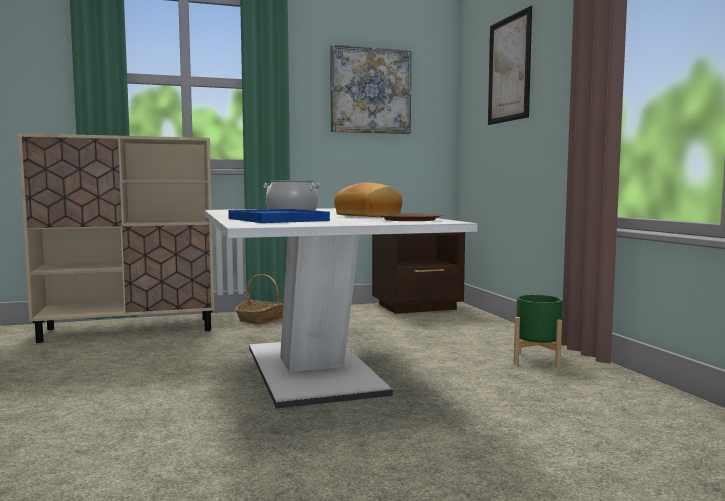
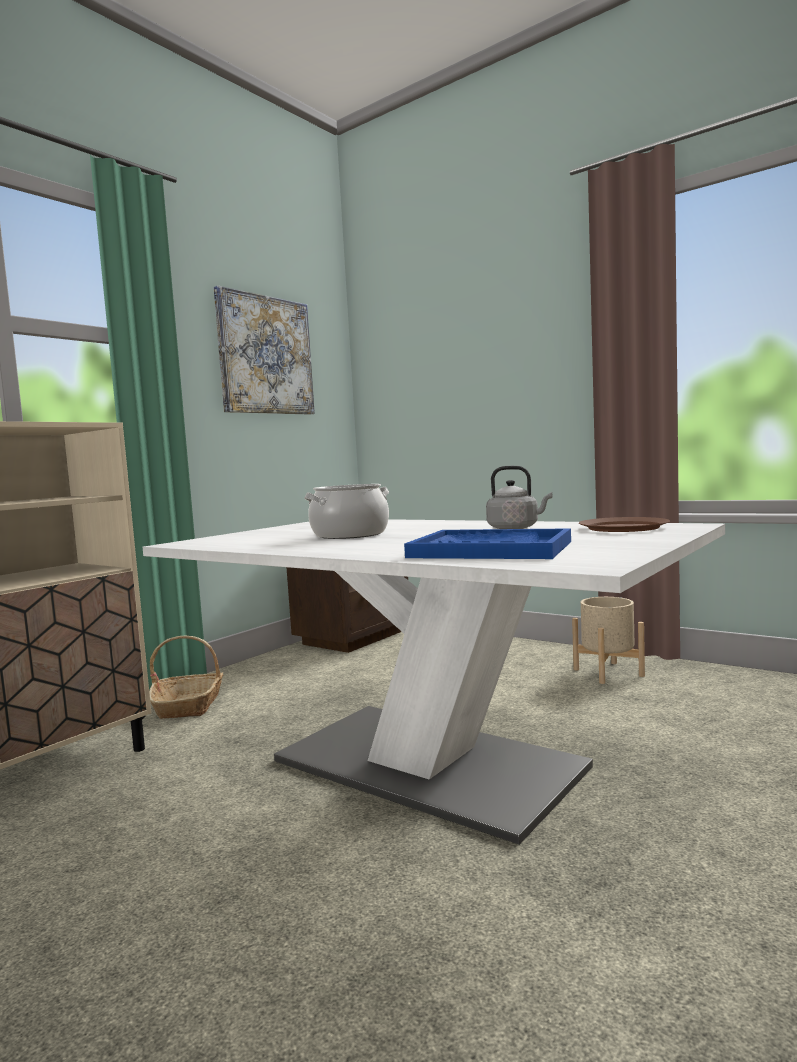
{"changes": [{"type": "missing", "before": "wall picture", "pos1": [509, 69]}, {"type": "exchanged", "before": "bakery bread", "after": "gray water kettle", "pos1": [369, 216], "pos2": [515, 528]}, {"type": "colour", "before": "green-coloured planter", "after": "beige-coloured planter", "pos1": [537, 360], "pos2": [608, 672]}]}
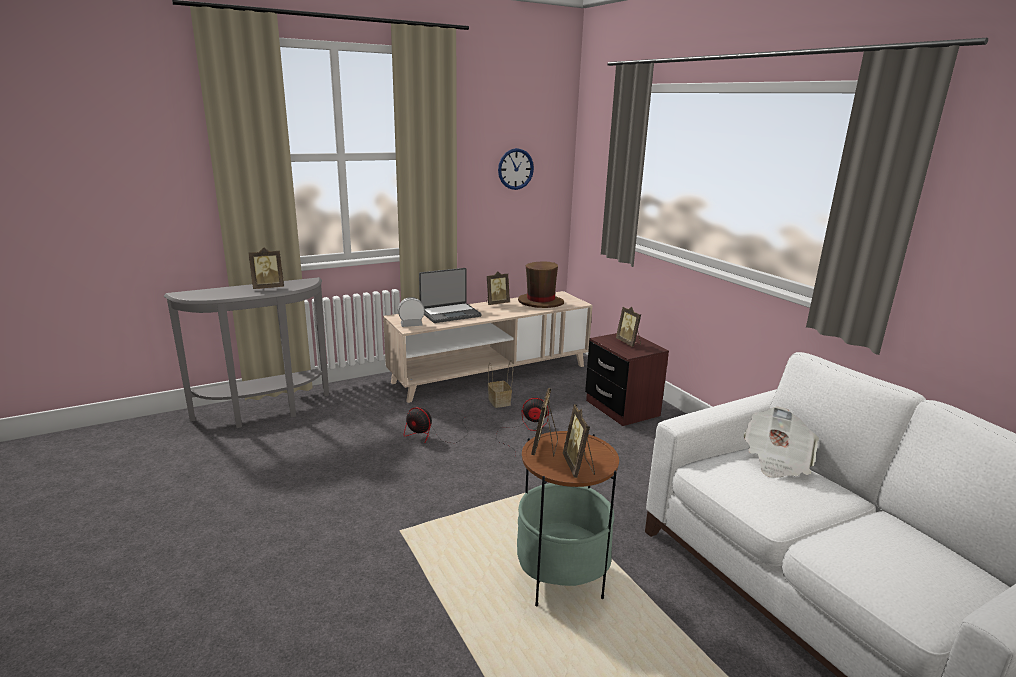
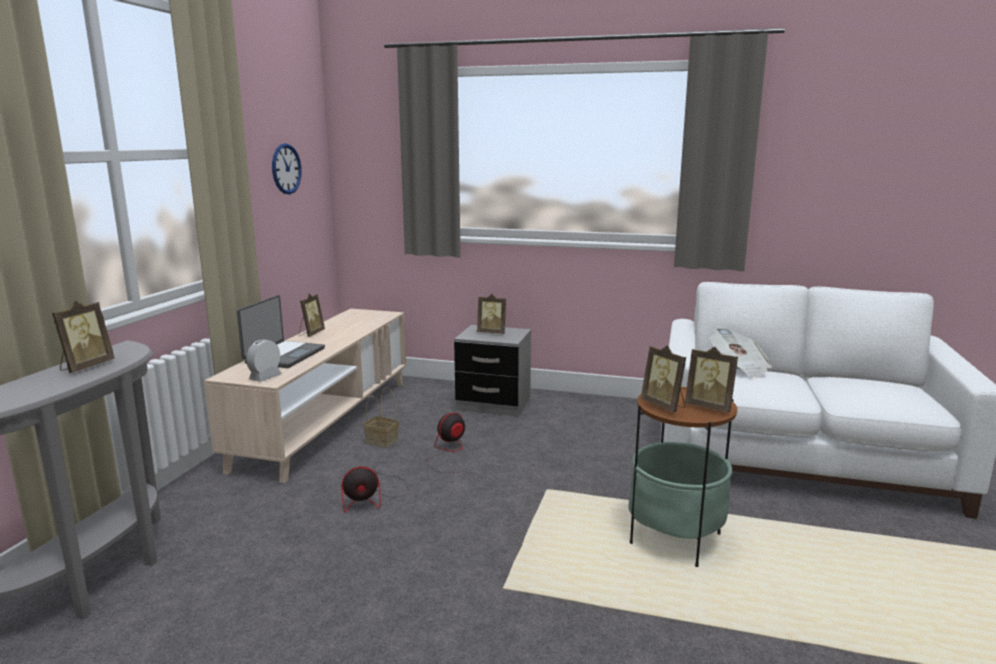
{"changes": [{"type": "missing", "before": "brown-coloured hat", "pos1": [540, 302]}, {"type": "colour", "before": "brown-coloured bedside table", "after": "gray bedside table", "pos1": [622, 408], "pos2": [493, 404]}]}
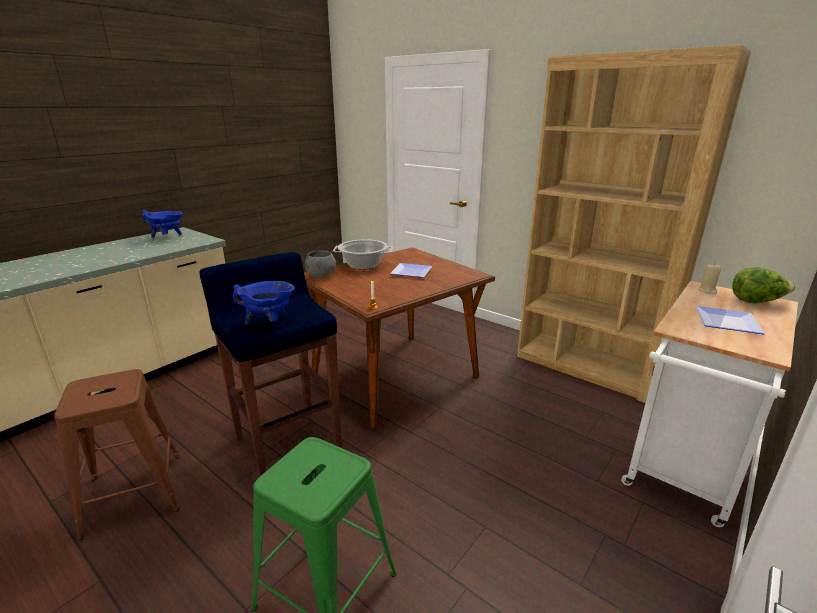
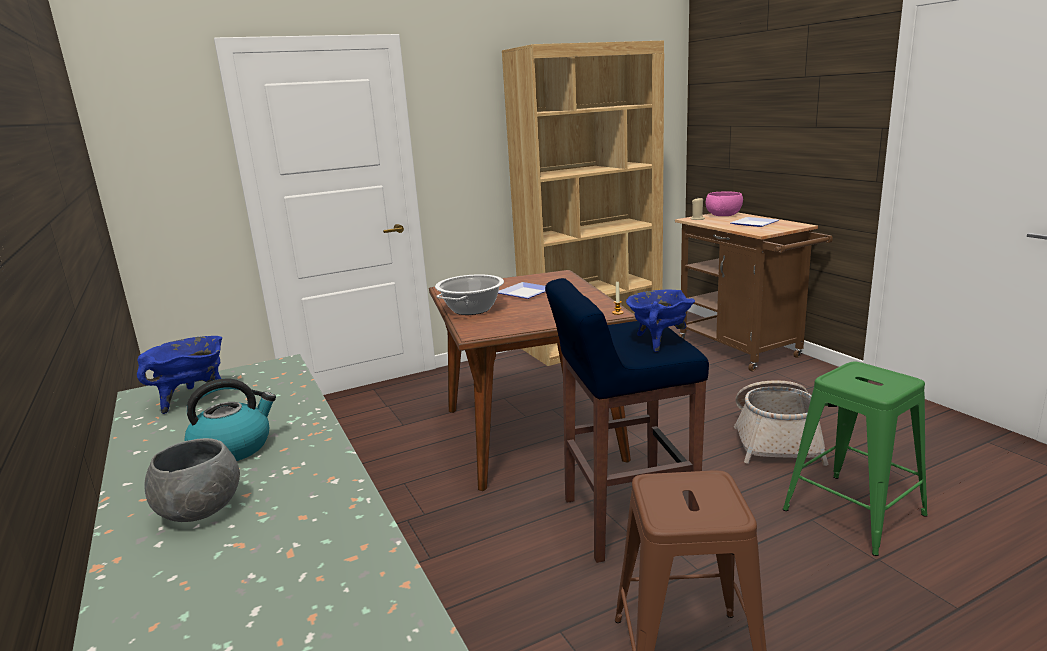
{"changes": [{"type": "relocated", "before": "gray bowl", "pos1": [321, 276], "pos2": [200, 511]}, {"type": "exchanged", "before": "lettuce head", "after": "pinkish bowl", "pos1": [756, 301], "pos2": [723, 215]}, {"type": "colour", "before": "white-coloured trolley", "after": "brown-coloured trolley", "pos1": [683, 471], "pos2": [743, 350]}, {"type": "appeared", "after": "water kettle", "pos2": [233, 448]}, {"type": "appeared", "after": "basket", "pos2": [776, 439]}]}
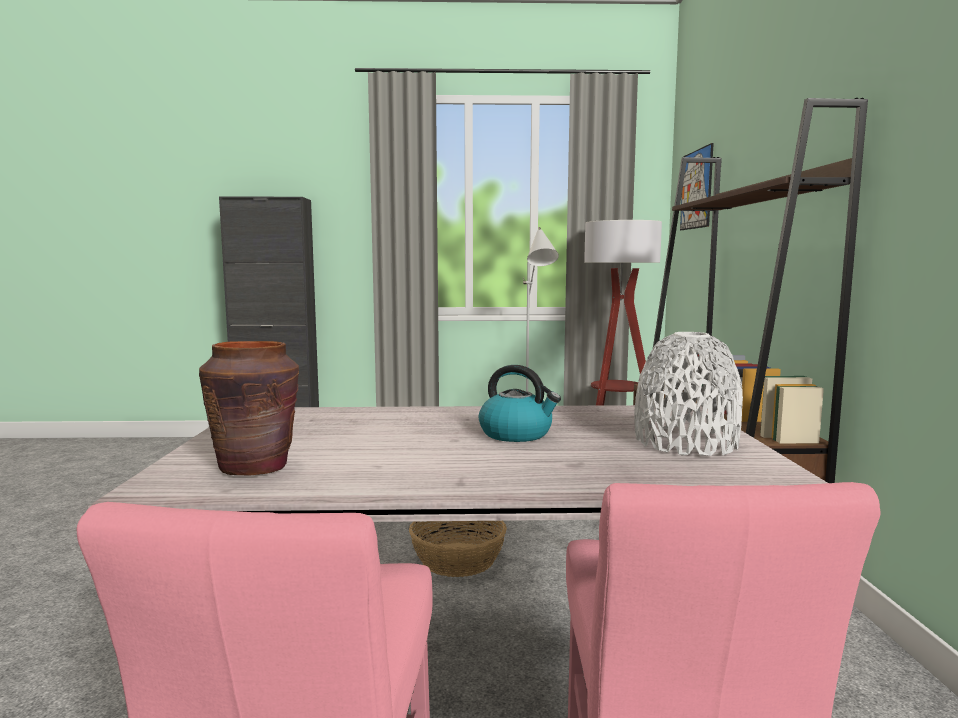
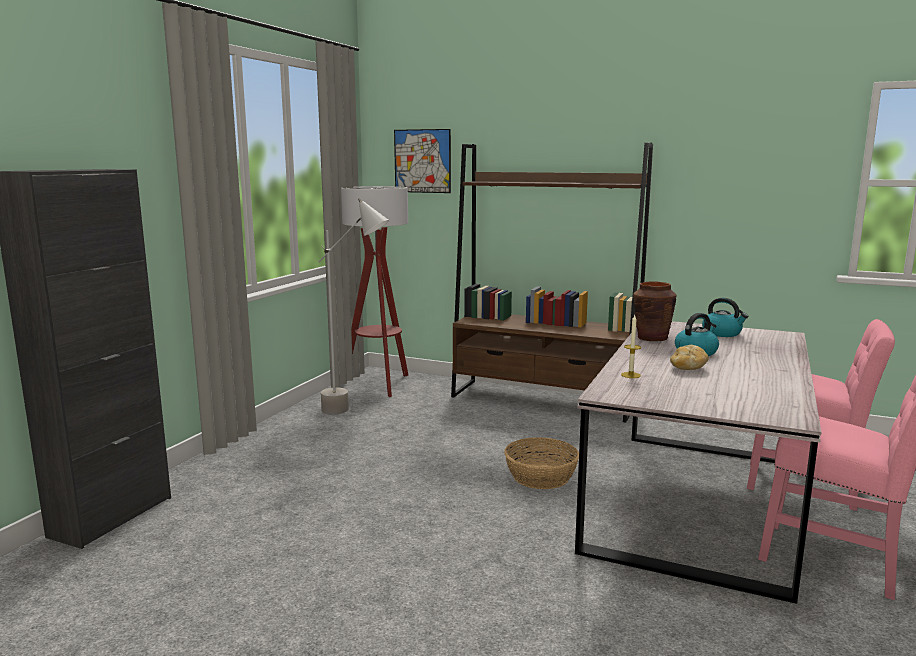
{"changes": [{"type": "exchanged", "before": "white-coloured vase", "after": "water kettle", "pos1": [685, 442], "pos2": [722, 333]}, {"type": "relocated", "before": "brown-coloured vase", "pos1": [254, 467], "pos2": [652, 338]}, {"type": "appeared", "after": "wax candle", "pos2": [630, 375]}, {"type": "appeared", "after": "bakery bread", "pos2": [688, 368]}]}
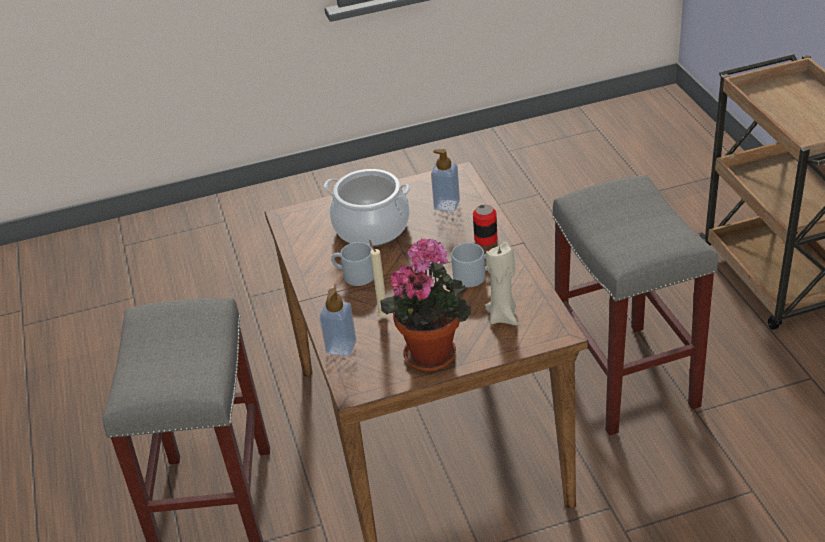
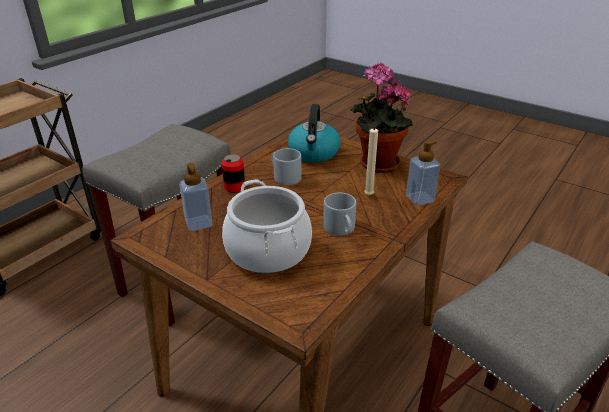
{"changes": [{"type": "exchanged", "before": "beige-coloured wax candle", "after": "water kettle", "pos1": [503, 316], "pos2": [314, 153]}]}
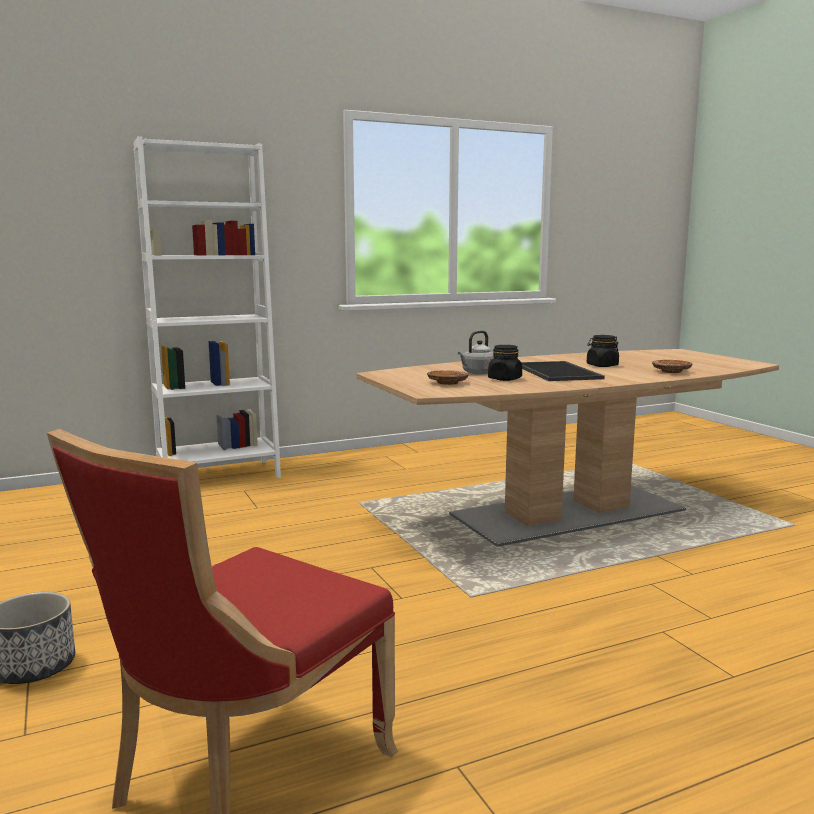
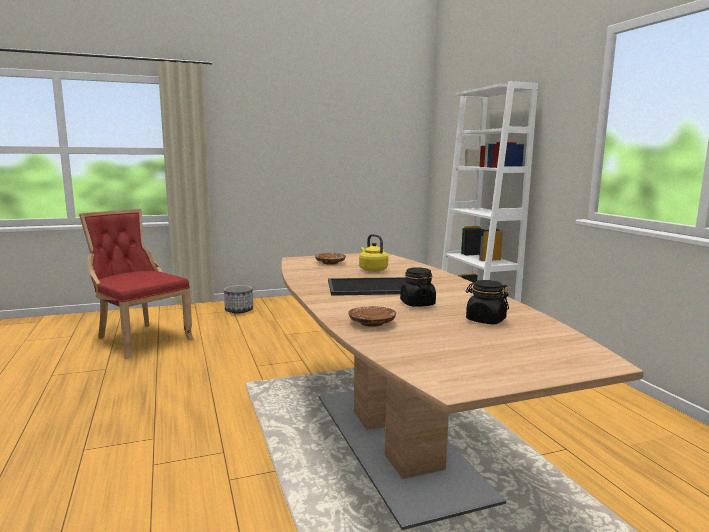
{"changes": [{"type": "colour", "before": "gray water kettle", "after": "yellowish water kettle", "pos1": [477, 373], "pos2": [372, 270]}, {"type": "relocated", "before": "black-coloured jar", "pos1": [504, 379], "pos2": [485, 320]}]}
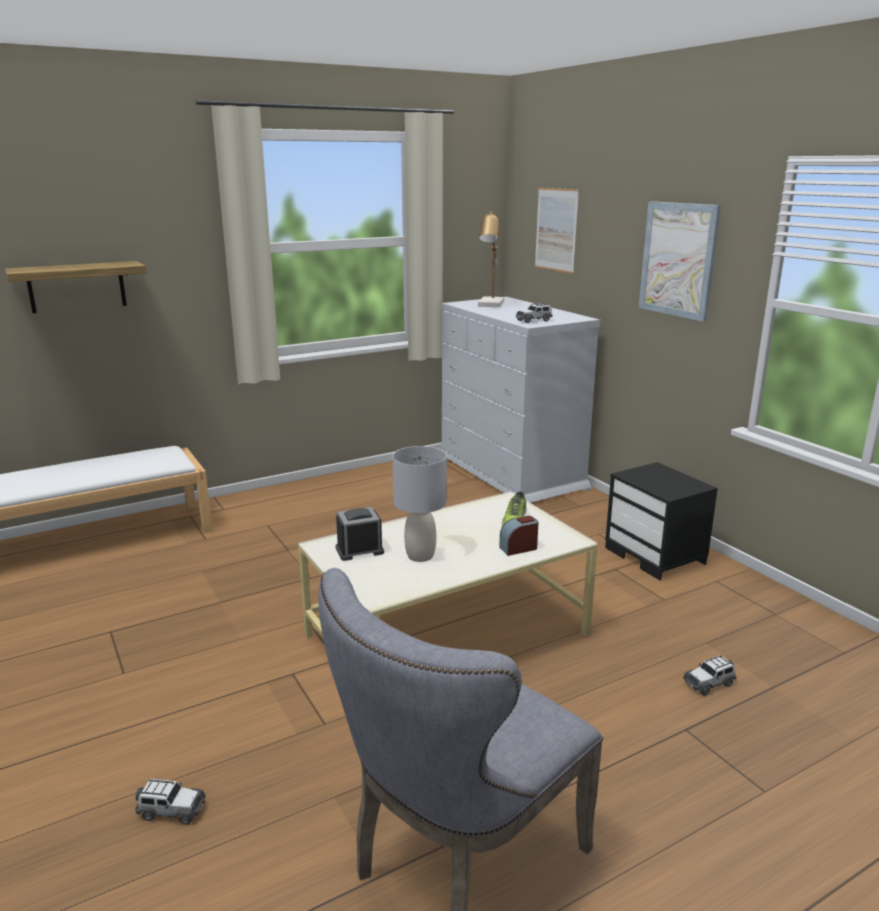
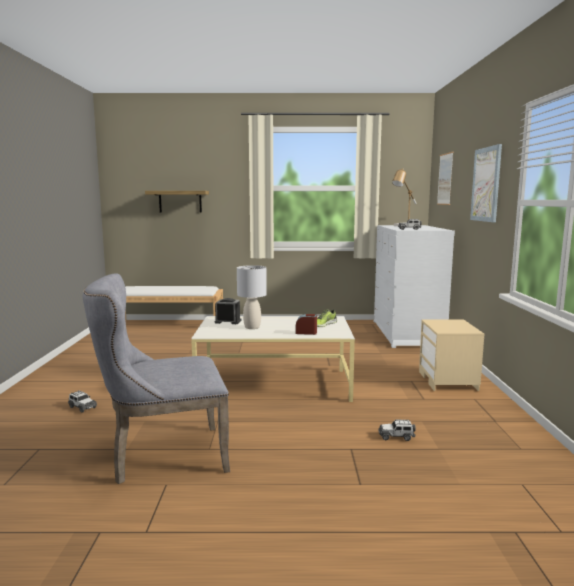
{"changes": [{"type": "colour", "before": "black-coloured bedside table", "after": "beige-coloured bedside table", "pos1": [656, 556], "pos2": [448, 381]}]}
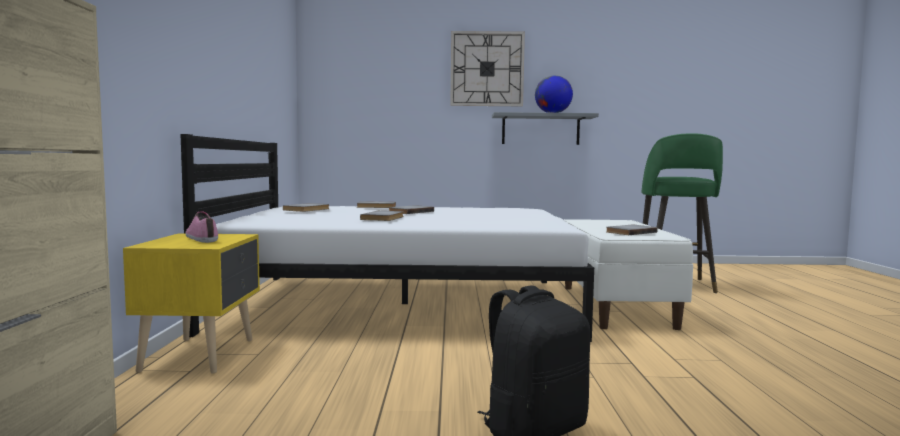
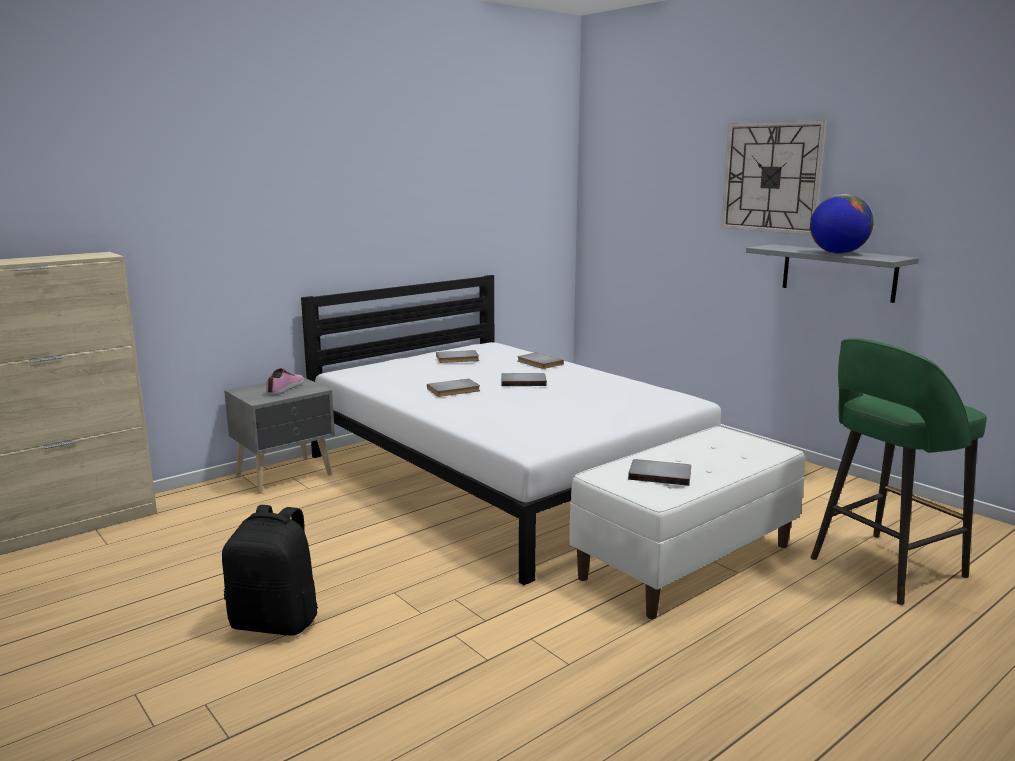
{"changes": [{"type": "colour", "before": "yellowish bedside table", "after": "gray bedside table", "pos1": [202, 354], "pos2": [286, 476]}]}
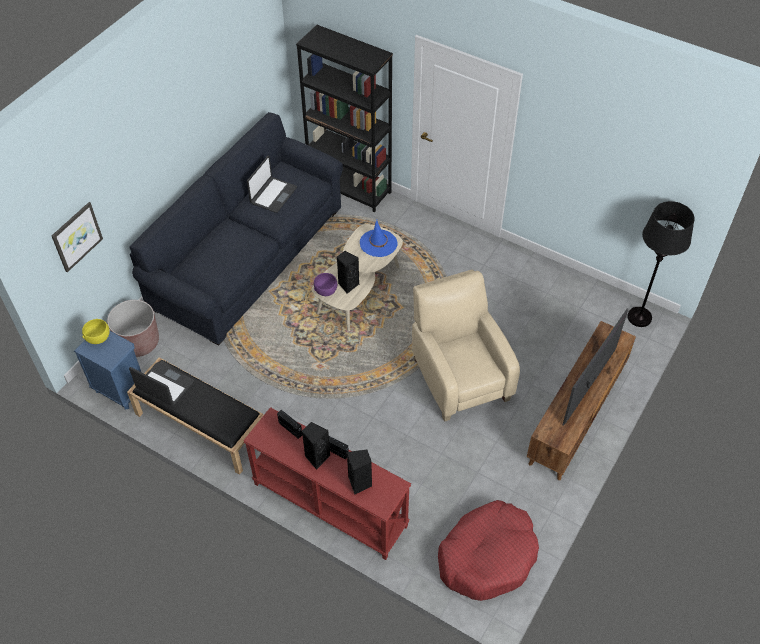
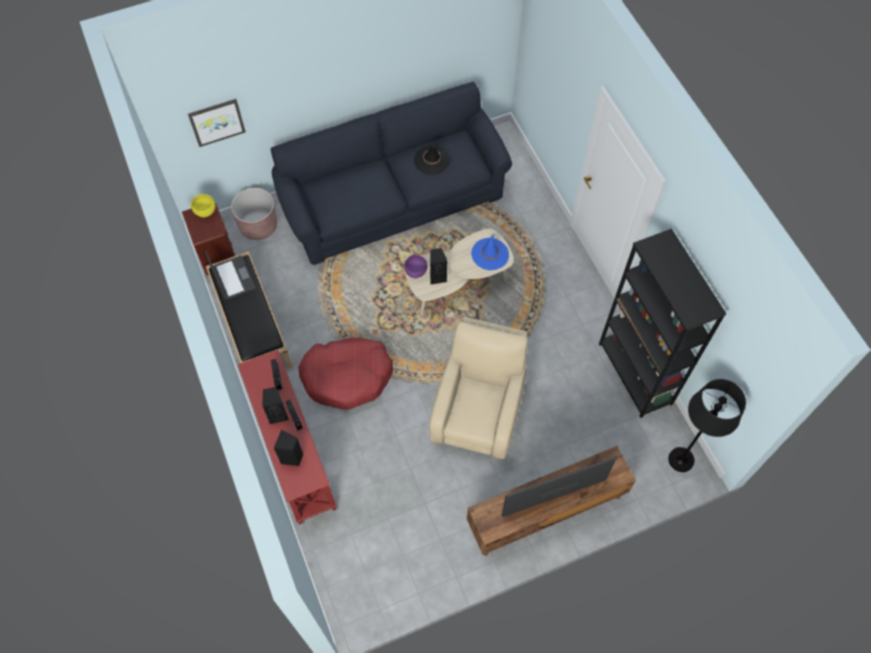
{"changes": [{"type": "relocated", "before": "black-coloured bookcase", "pos1": [350, 187], "pos2": [635, 374]}, {"type": "exchanged", "before": "laptop", "after": "black-coloured hat", "pos1": [273, 195], "pos2": [432, 160]}, {"type": "colour", "before": "bluish bedside table", "after": "brown-coloured bedside table", "pos1": [121, 389], "pos2": [218, 258]}, {"type": "relocated", "before": "red-coloured dog bed", "pos1": [487, 556], "pos2": [347, 376]}]}
